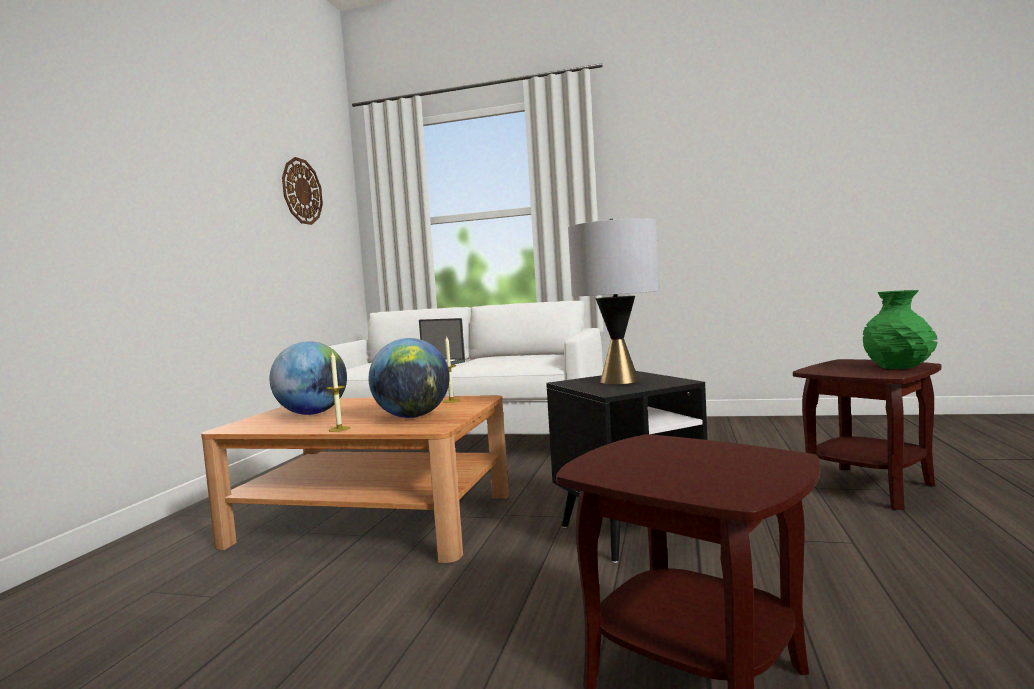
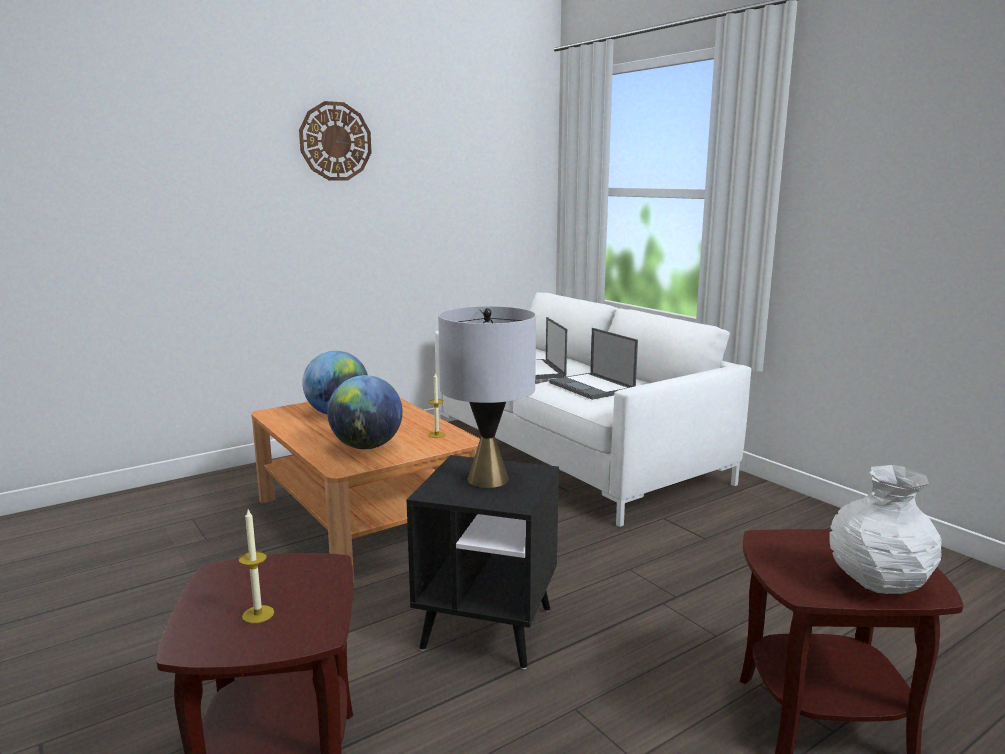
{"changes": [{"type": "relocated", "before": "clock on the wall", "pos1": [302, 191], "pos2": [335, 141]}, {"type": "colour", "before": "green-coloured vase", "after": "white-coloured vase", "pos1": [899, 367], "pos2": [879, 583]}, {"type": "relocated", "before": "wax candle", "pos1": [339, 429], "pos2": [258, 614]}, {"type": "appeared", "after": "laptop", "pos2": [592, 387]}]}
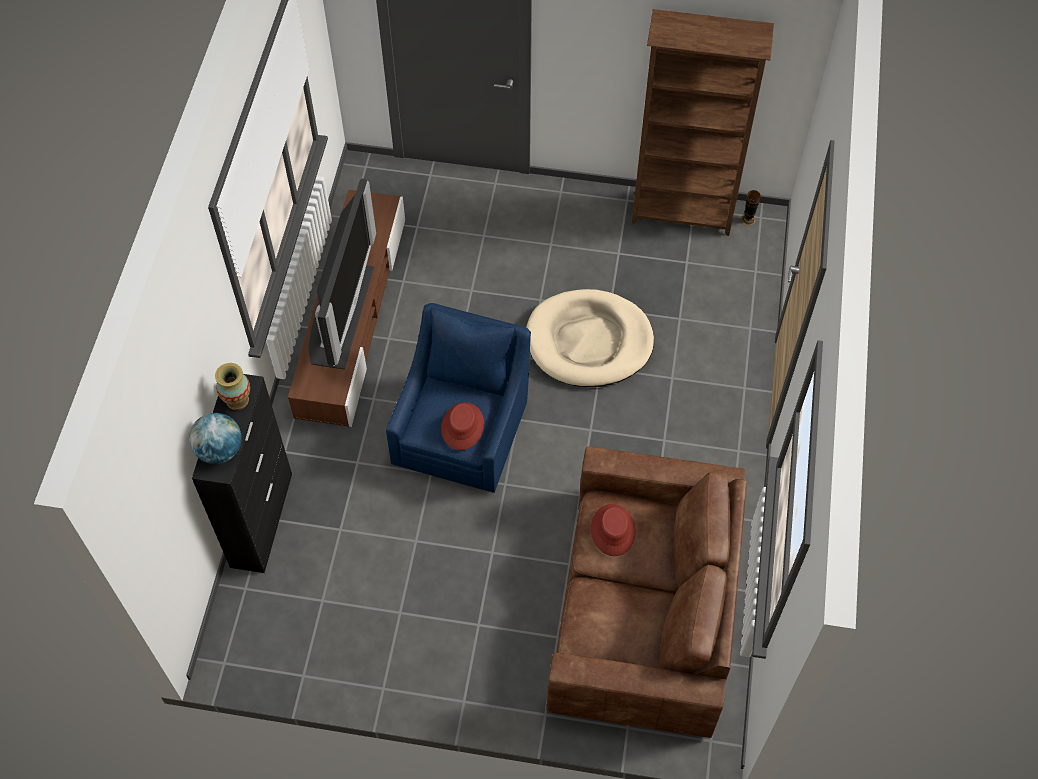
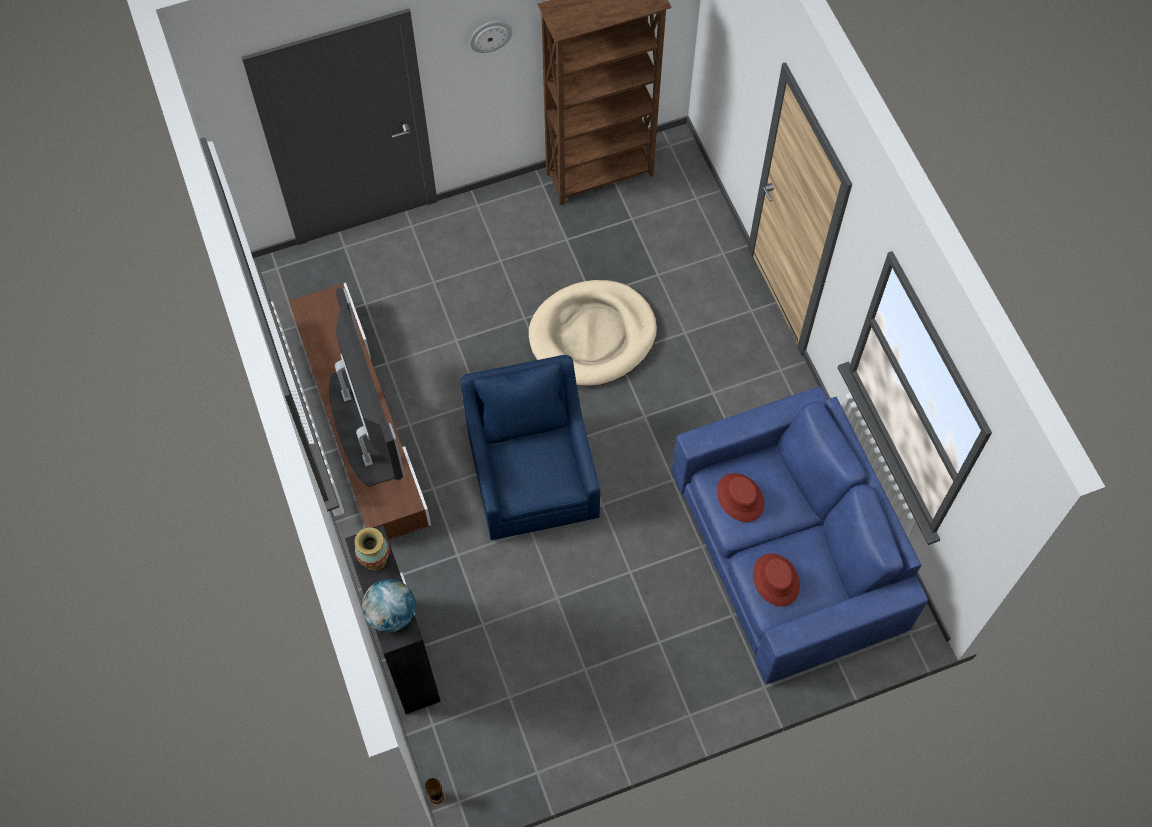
{"changes": [{"type": "relocated", "before": "vase", "pos1": [748, 219], "pos2": [436, 796]}, {"type": "relocated", "before": "red-coloured hat", "pos1": [463, 426], "pos2": [776, 580]}, {"type": "colour", "before": "brown-coloured couch", "after": "bluish couch", "pos1": [644, 609], "pos2": [788, 551]}, {"type": "appeared", "after": "clock on the wall", "pos2": [490, 35]}]}
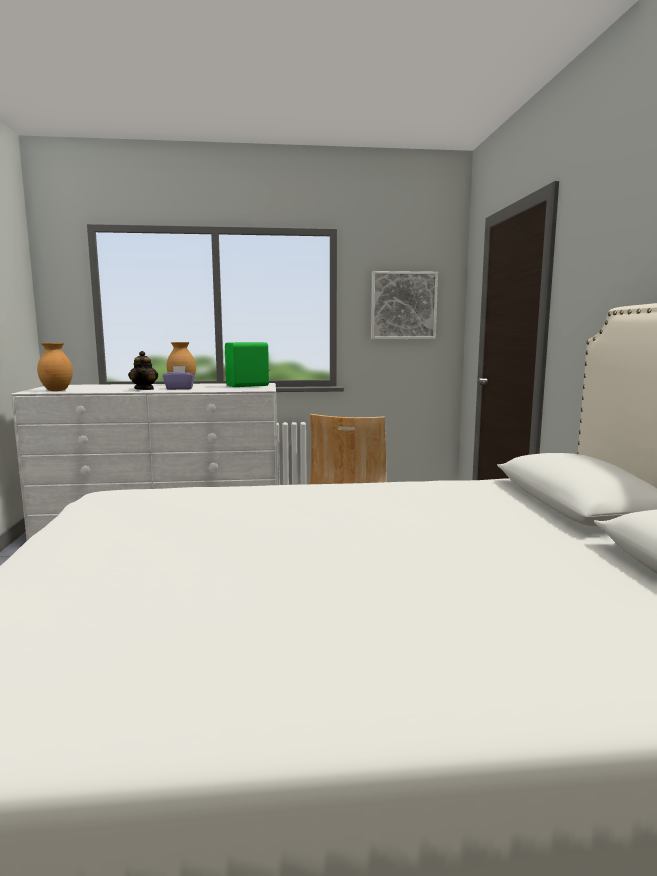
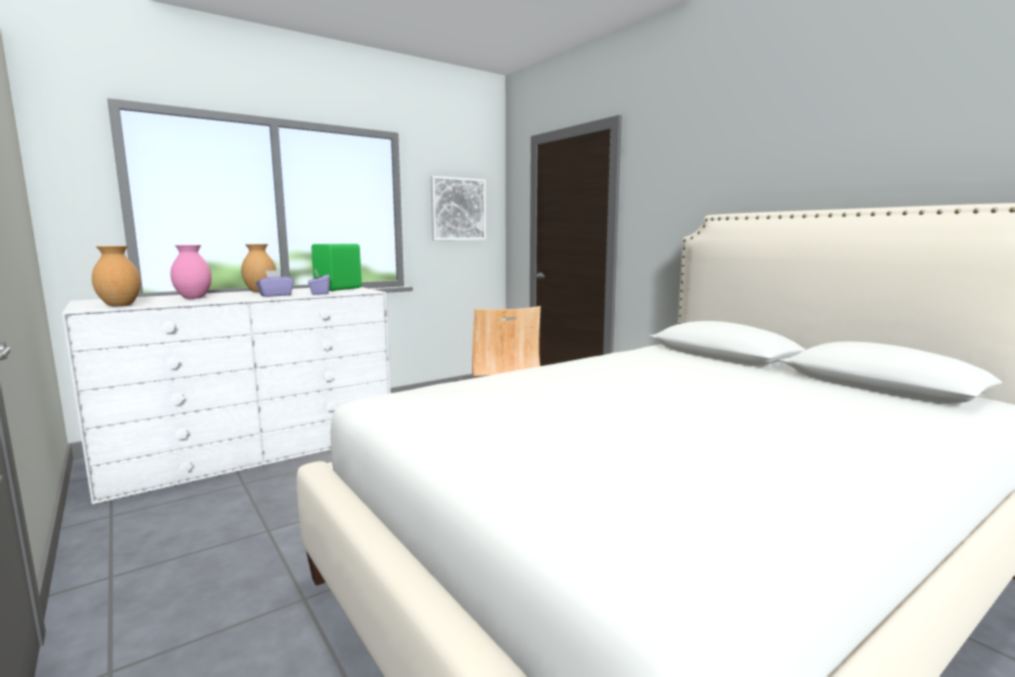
{"changes": [{"type": "missing", "before": "tea pot", "pos1": [144, 389]}, {"type": "appeared", "after": "pinkish vase", "pos2": [194, 298]}, {"type": "appeared", "after": "purplish tissue box", "pos2": [320, 293]}]}
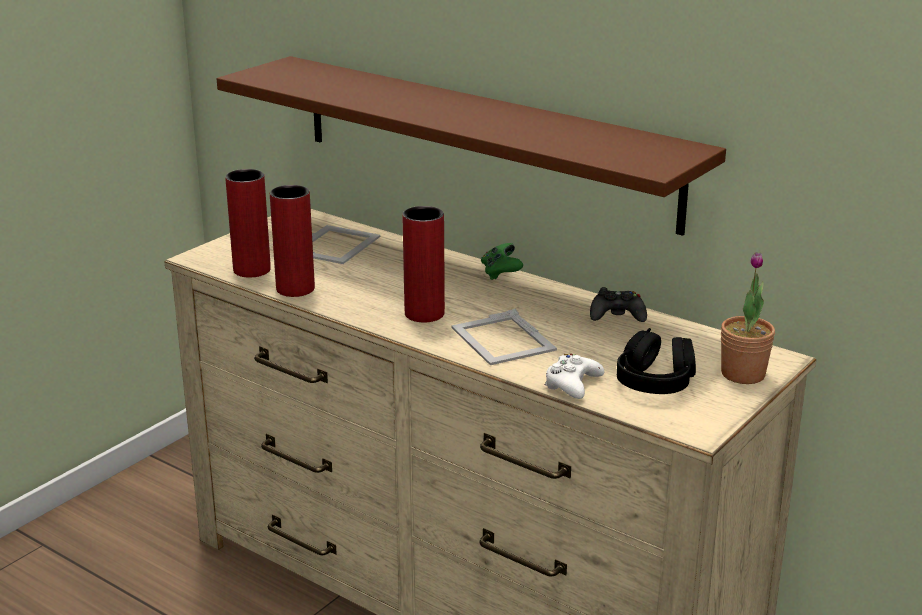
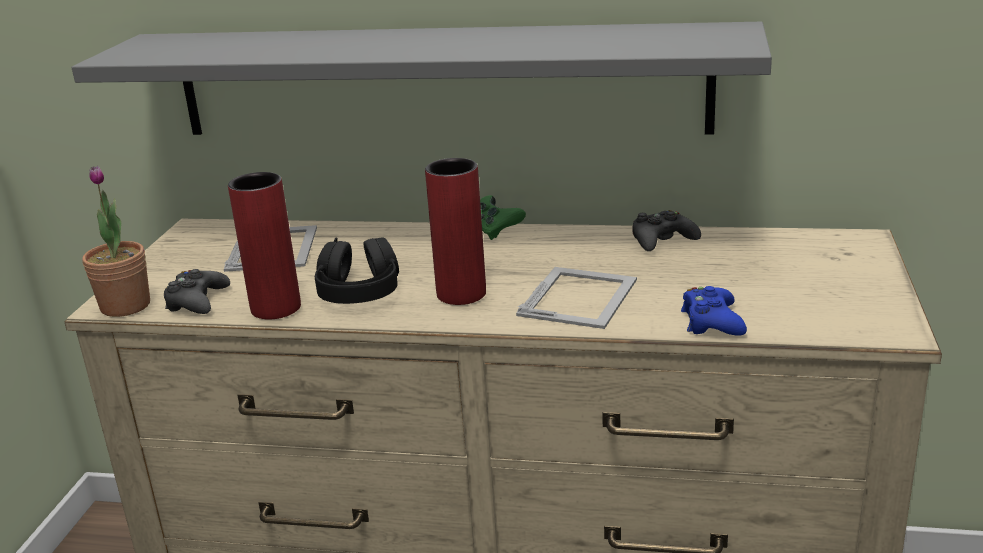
{"changes": [{"type": "colour", "before": "brown-coloured shelf", "after": "gray shelf", "pos1": [483, 140], "pos2": [437, 81]}, {"type": "exchanged", "before": "red-coloured vase", "after": "black-coloured joypad", "pos1": [252, 270], "pos2": [197, 301]}, {"type": "relocated", "before": "houseplant", "pos1": [743, 374], "pos2": [125, 306]}, {"type": "spun", "before": "picture frame", "pos1": [502, 339], "pos2": [579, 296], "turn": -105}, {"type": "relocated", "before": "black-coloured headset", "pos1": [655, 381], "pos2": [359, 291]}, {"type": "colour", "before": "white-coloured joypad", "after": "bluish joypad", "pos1": [572, 384], "pos2": [711, 322]}]}
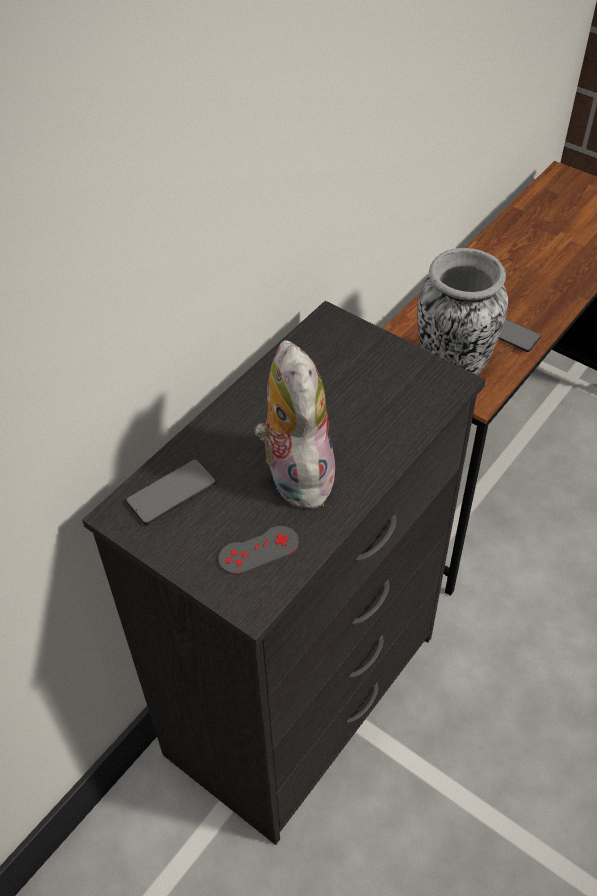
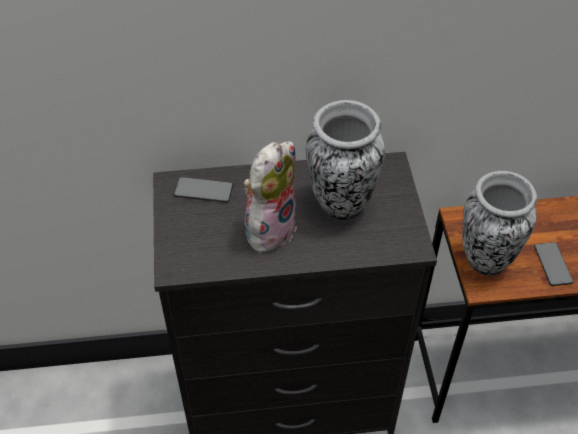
{"changes": [{"type": "missing", "before": "gray joypad", "pos1": [258, 550]}, {"type": "appeared", "after": "vase", "pos2": [341, 204]}]}
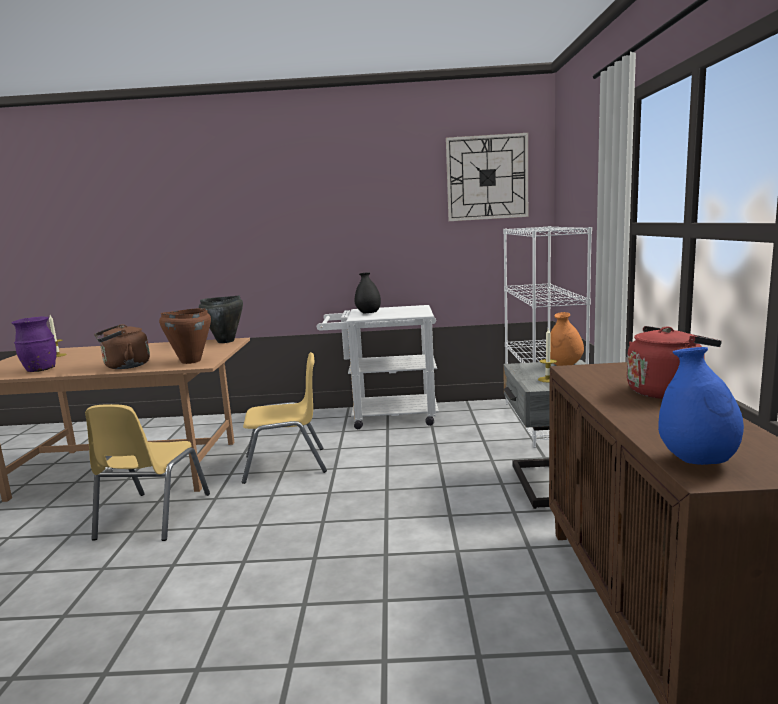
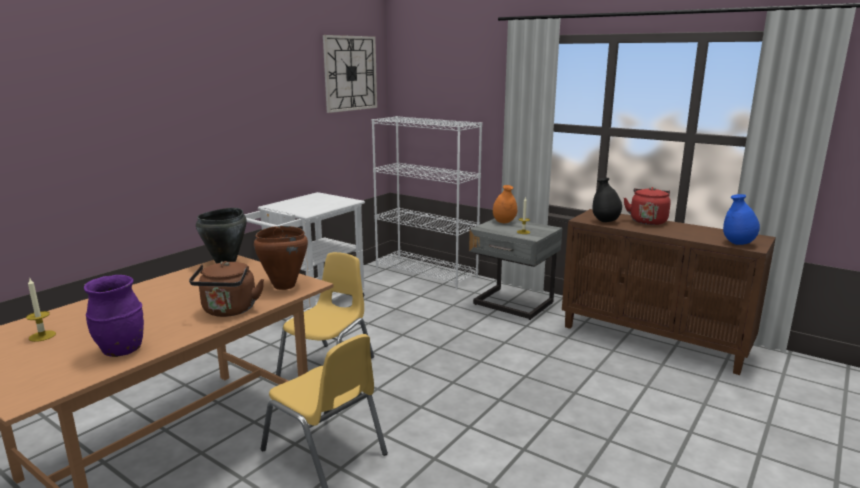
{"changes": [{"type": "relocated", "before": "black-coloured vase", "pos1": [368, 313], "pos2": [605, 221]}]}
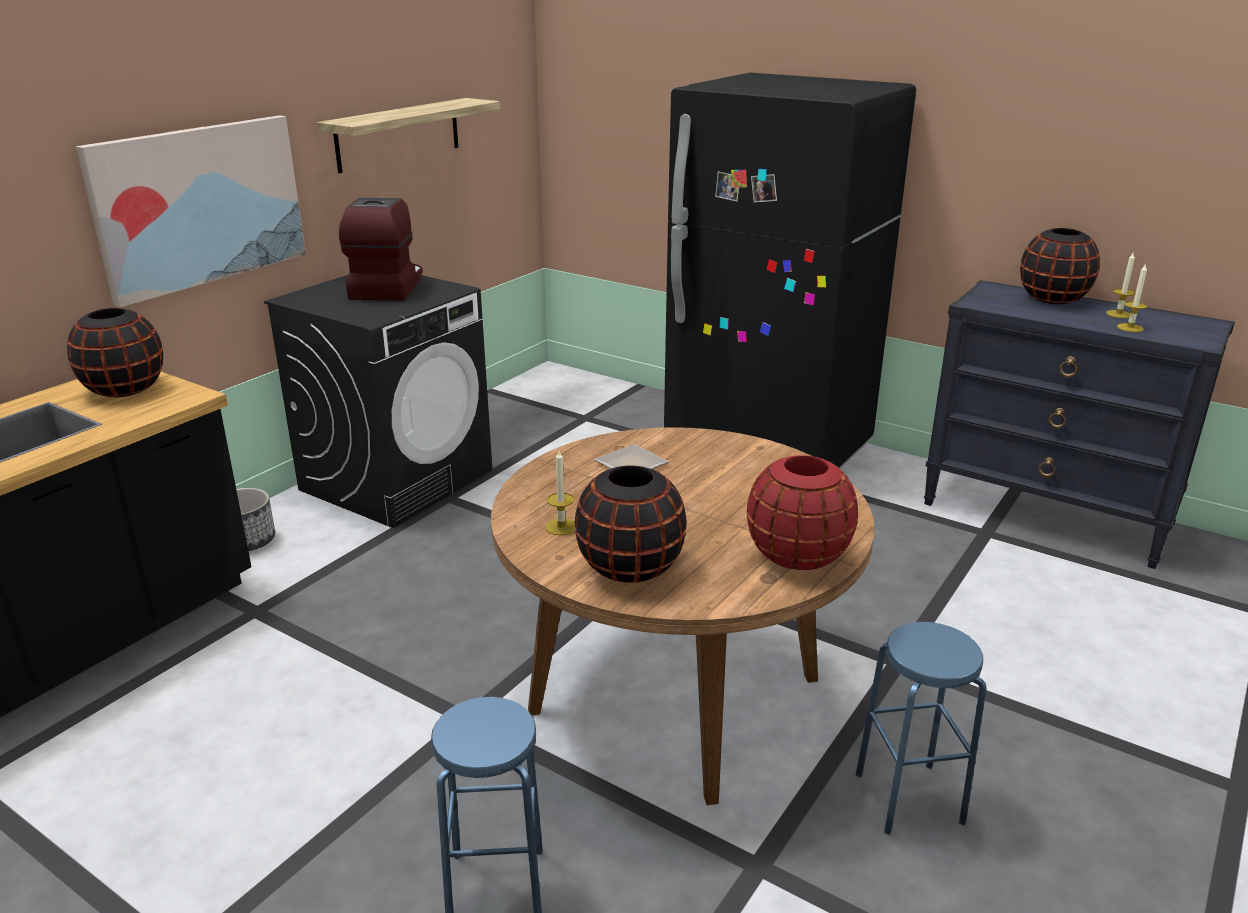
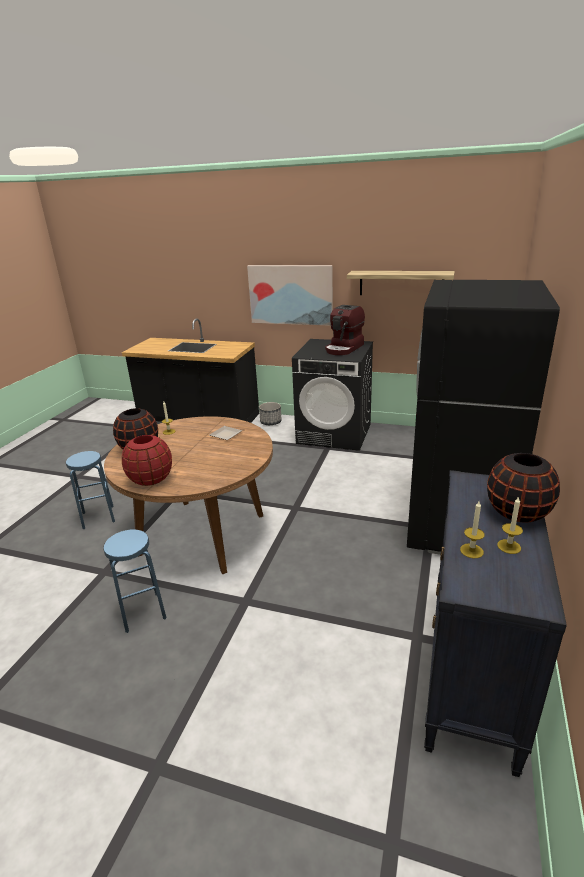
{"changes": [{"type": "spun", "before": "coffee brewer", "pos1": [386, 287], "pos2": [344, 348], "turn": 135}, {"type": "missing", "before": "black-coloured vase", "pos1": [125, 390]}]}
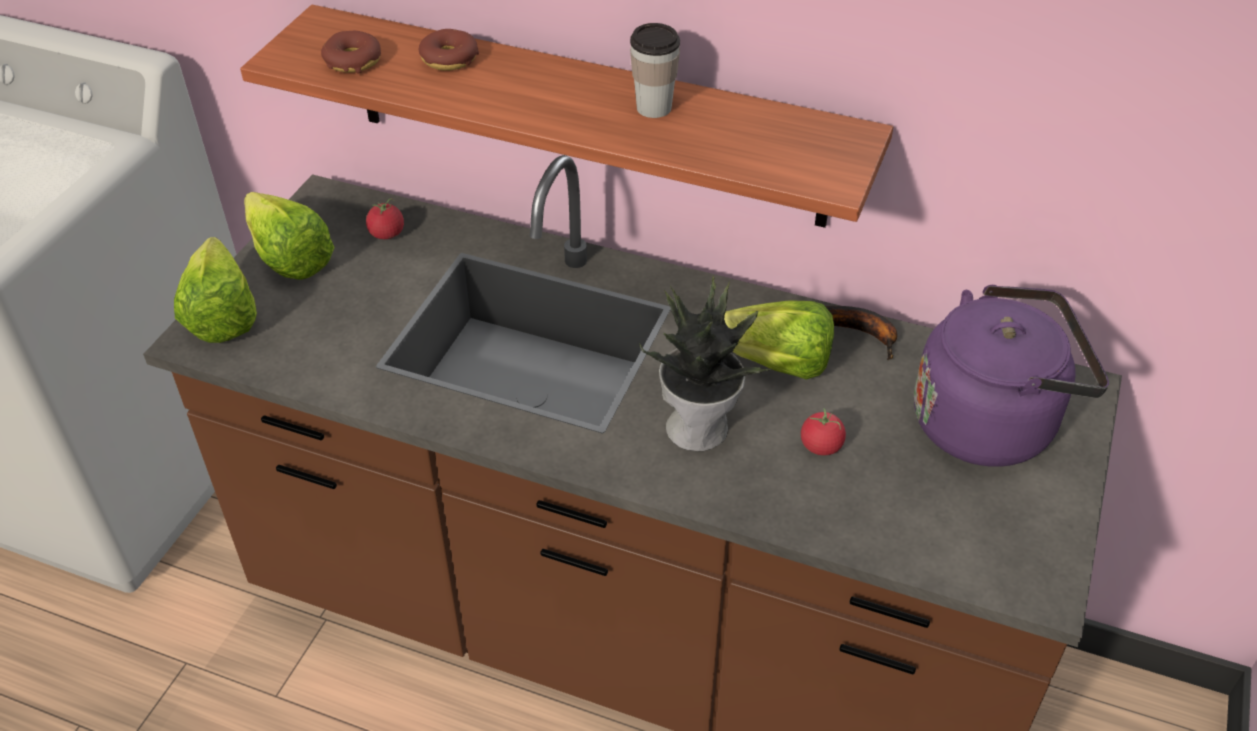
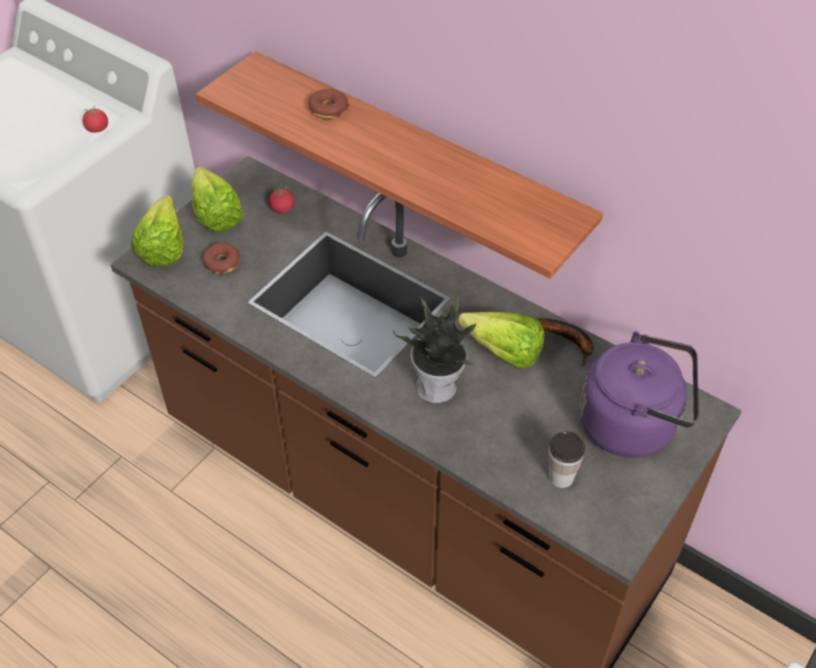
{"changes": [{"type": "relocated", "before": "drinking cup", "pos1": [654, 108], "pos2": [561, 477]}, {"type": "relocated", "before": "donut", "pos1": [353, 61], "pos2": [222, 263]}, {"type": "relocated", "before": "tomato", "pos1": [821, 446], "pos2": [97, 129]}]}
